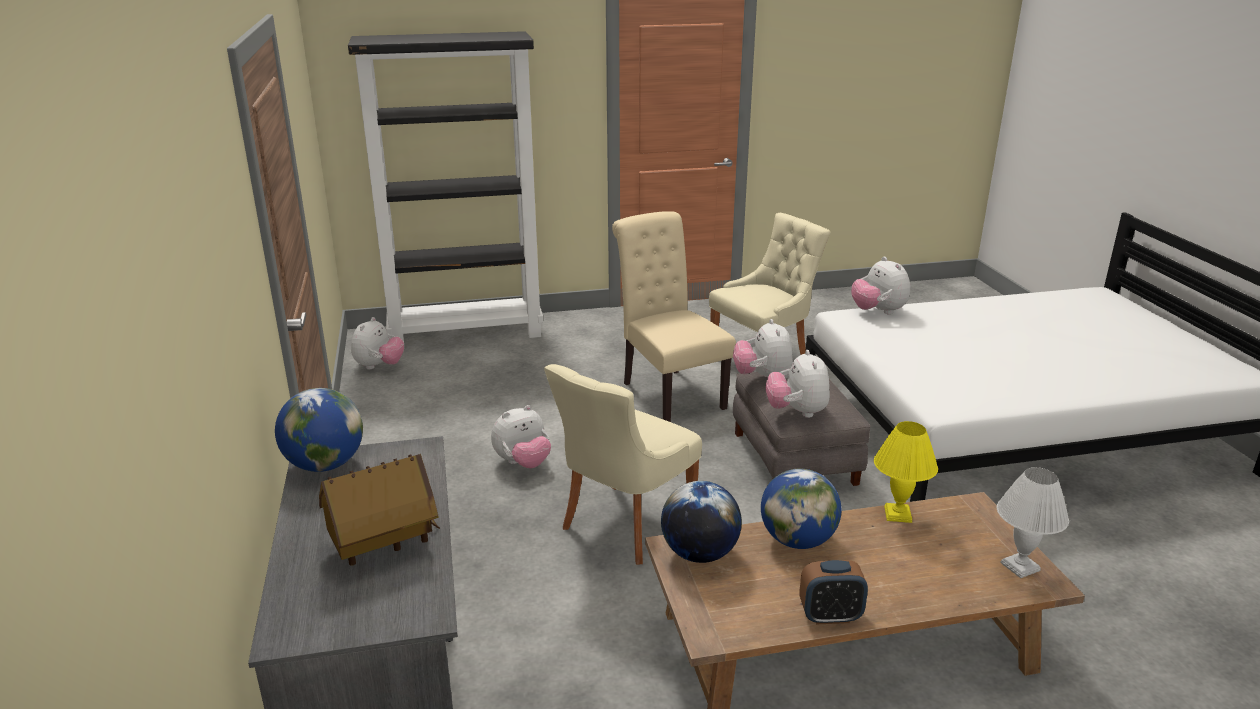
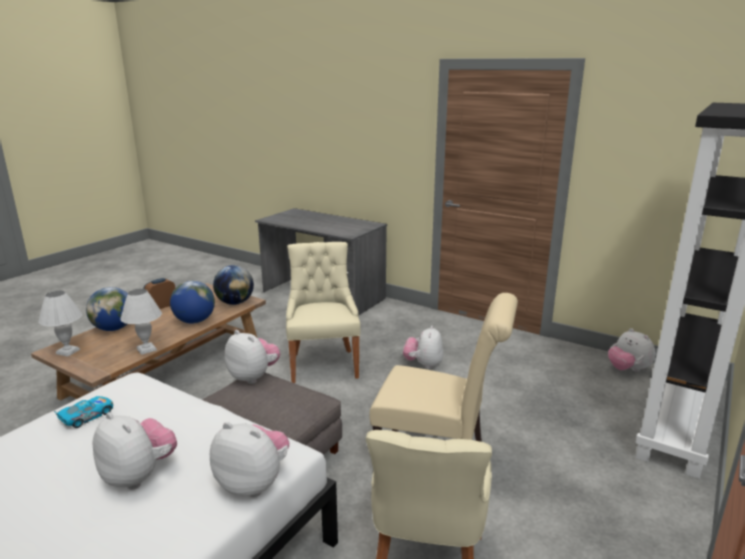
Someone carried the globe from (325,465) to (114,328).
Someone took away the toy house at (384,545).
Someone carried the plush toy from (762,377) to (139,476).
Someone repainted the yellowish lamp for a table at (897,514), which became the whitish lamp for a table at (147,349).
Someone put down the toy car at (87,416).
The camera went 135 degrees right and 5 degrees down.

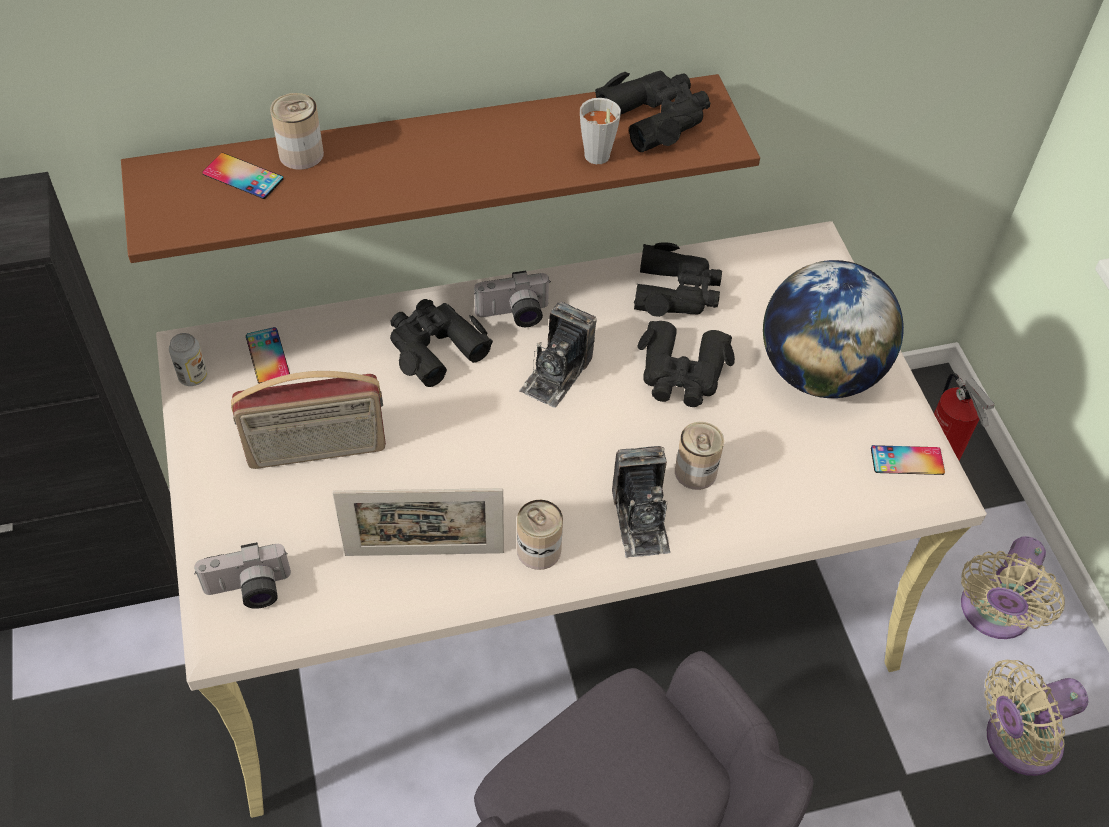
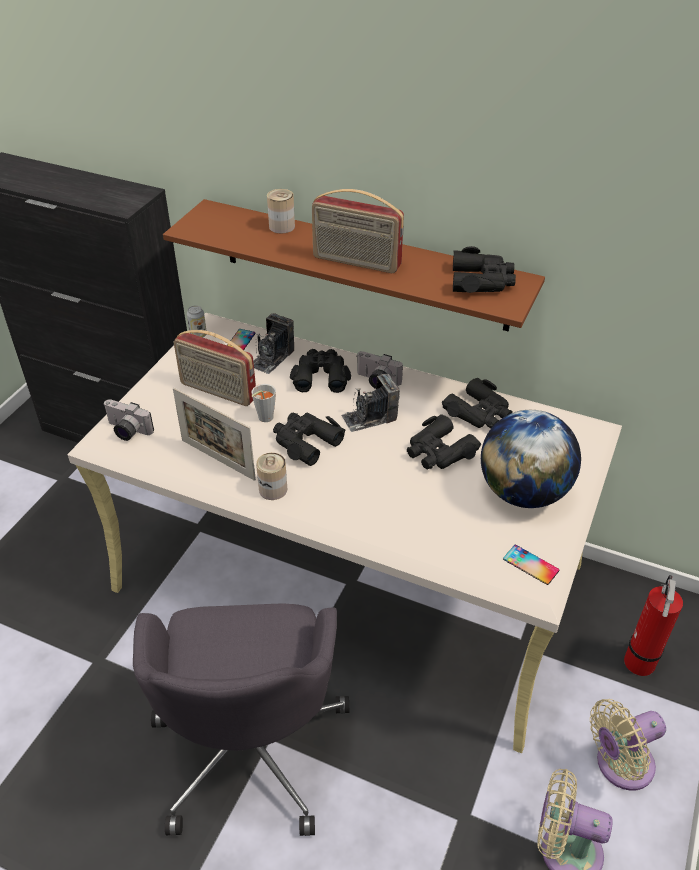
Someone took away the telephone at (243,176).
Someone carried the grey drinking cup from (597,160) to (263,419).
Someone carried the still camera from (640,519) to (272,358).
Someone took away the can at (695,472).
Someone put down the black field glasses at (305,442).
Someone put down the radio receiver at (356,262).
The camera went 40 degrees right and 10 degrees down.

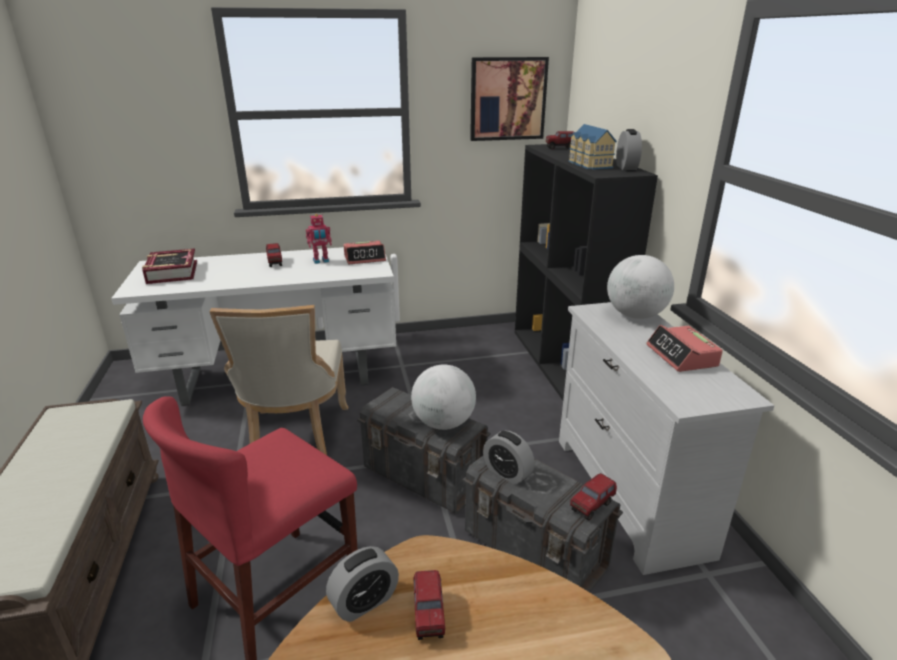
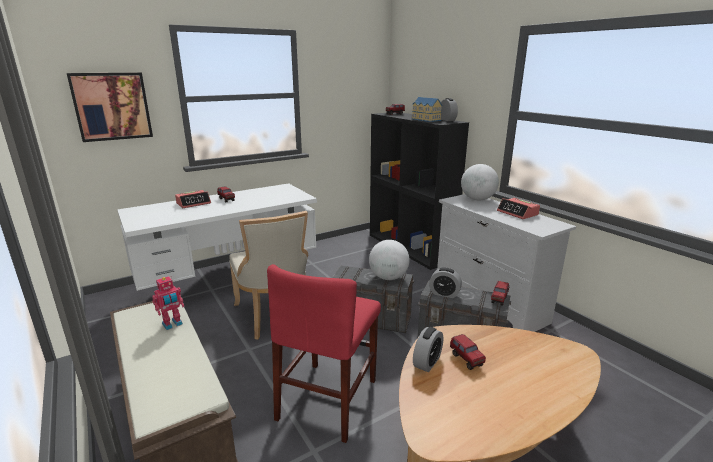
Someone took away the bound book at (172,272).
Someone carried the toy robot from (321,261) to (172,324).
Someone carried the table clock from (365,258) to (193,203).
Someone carried the wall art from (507,99) to (112,106).
The camera went 20 degrees left and 5 degrees down.

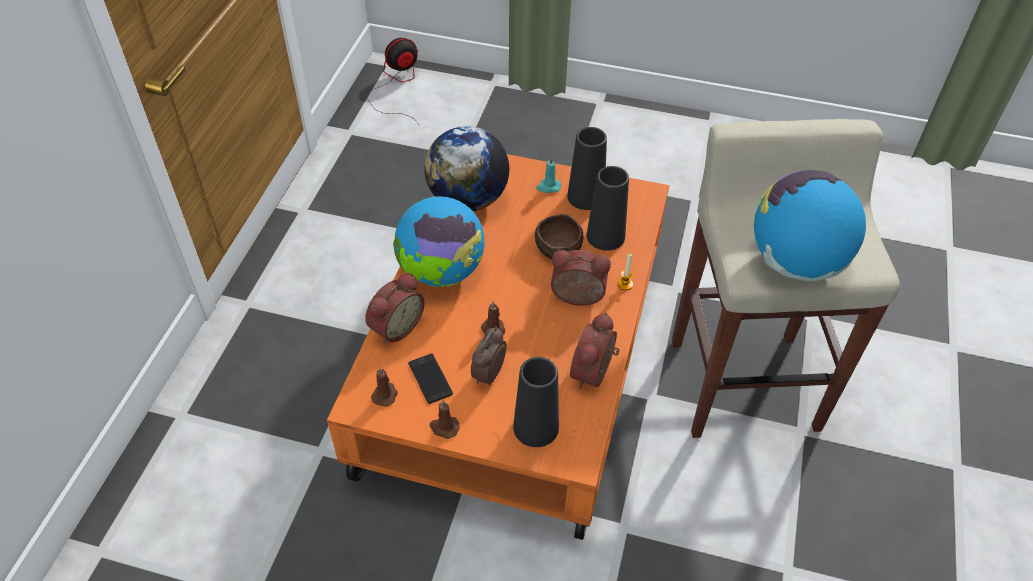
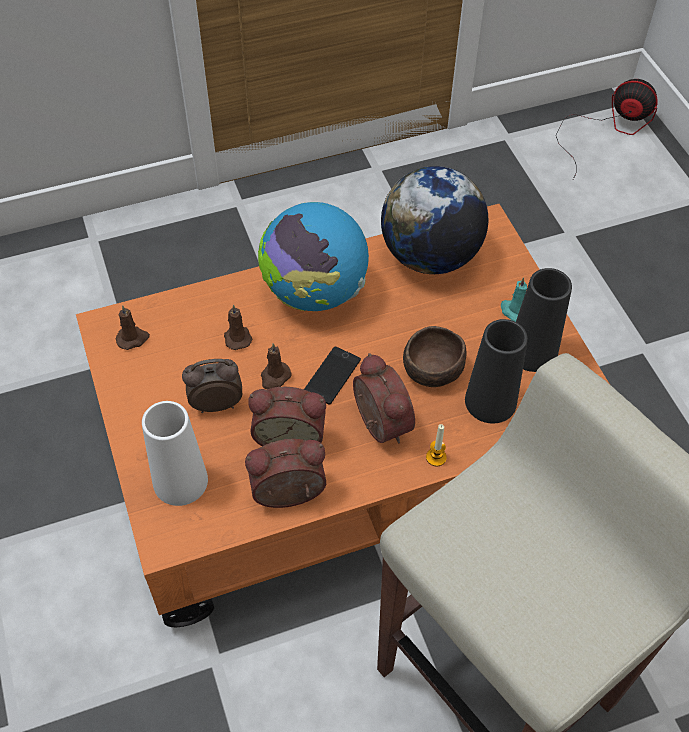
Someone carried the table clock from (395,326) to (290,435).
Someone carried the telephone from (430,379) to (332,376).
Someone carried the brown wax candle from (444,427) to (237,337).
Someone repainted the black vase at (536,427), which became the whitish vase at (180,481).
Someone took away the globe at (795,262).
The camera went 55 degrees right and 5 degrees up.

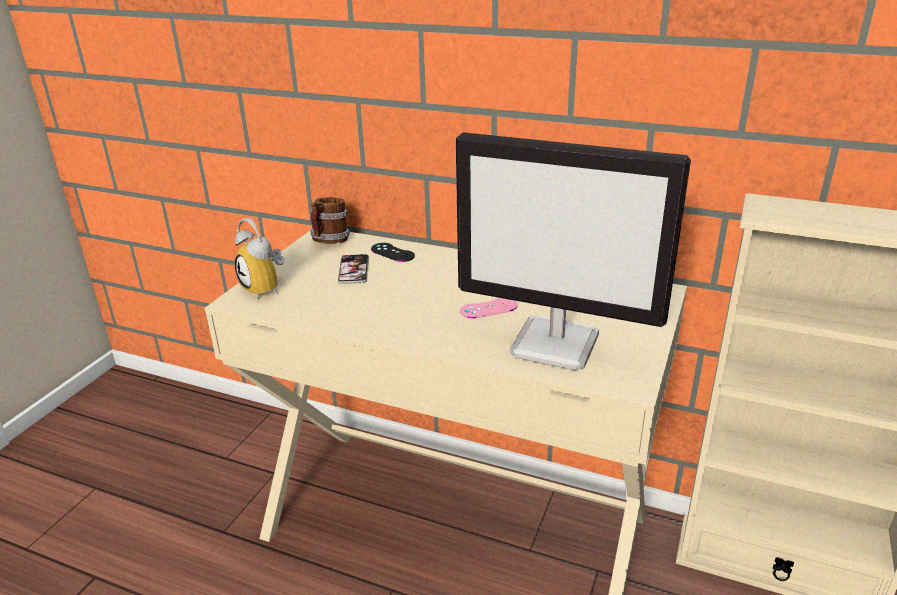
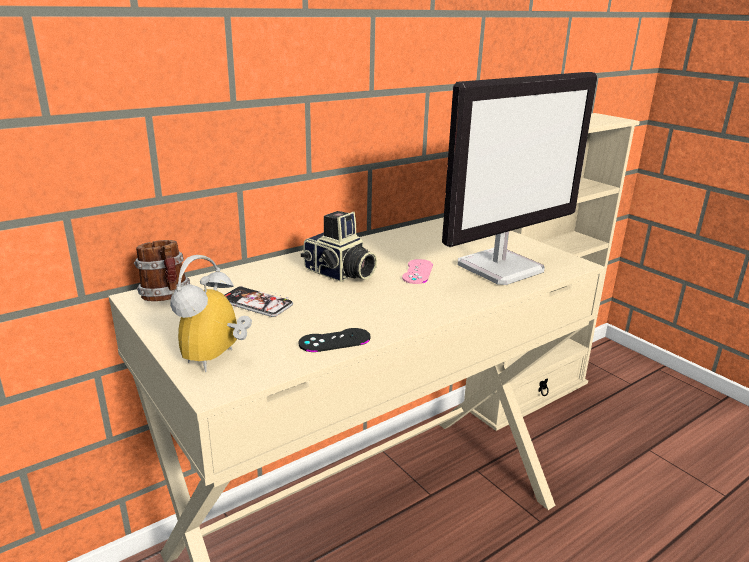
Someone rotated the table clock at (267,288) by 120 degrees clockwise.
Someone carried the black gamepad from (392,252) to (334,340).
Someone put down the still camera at (339,274).
The camera went 60 degrees left and 5 degrees down.

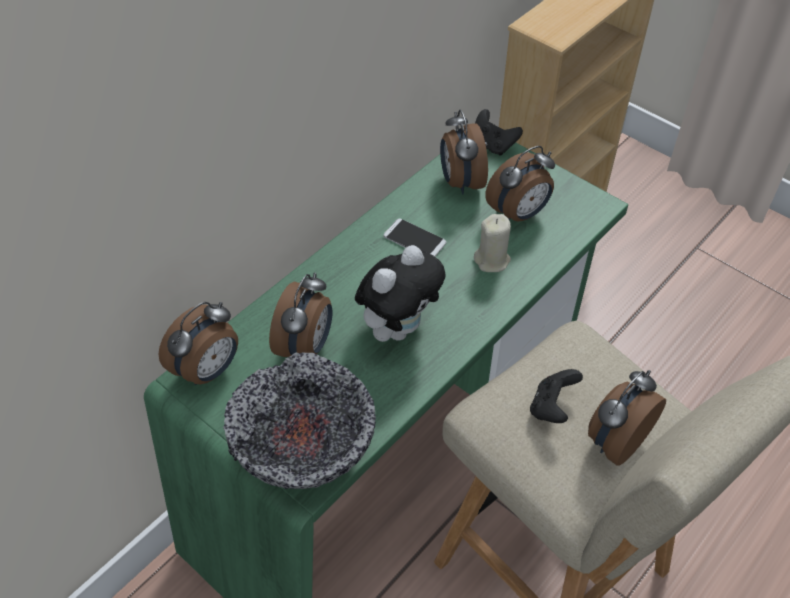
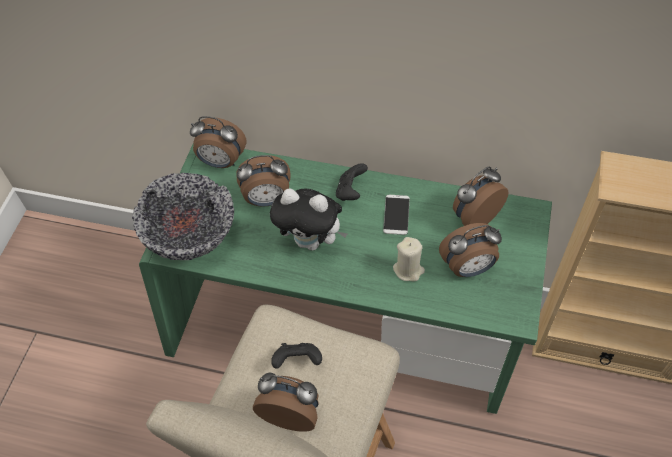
Someone carried the black gamepad from (493,145) to (351,191).
Someone rotated the table clock at (519,214) by 45 degrees counterclockwise.
The camera went 65 degrees right and 5 degrees up.

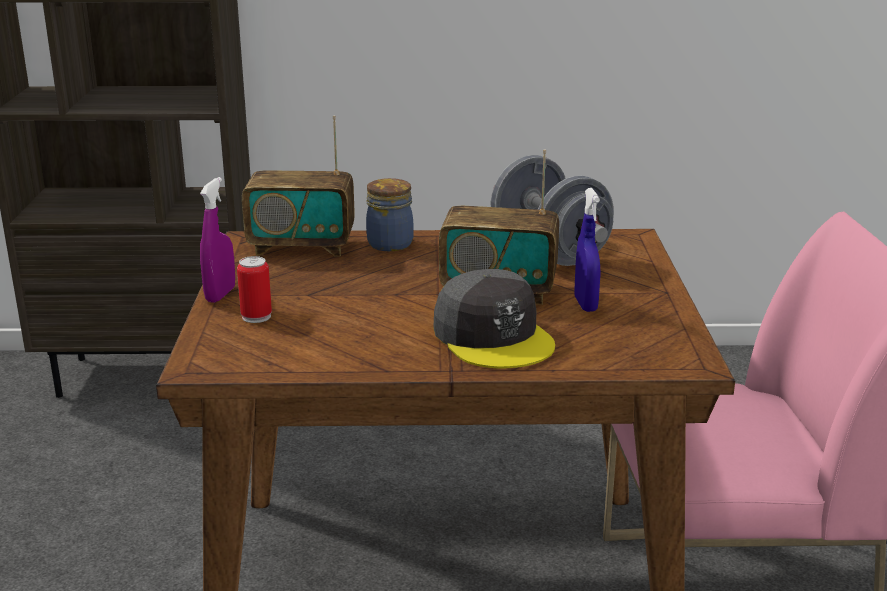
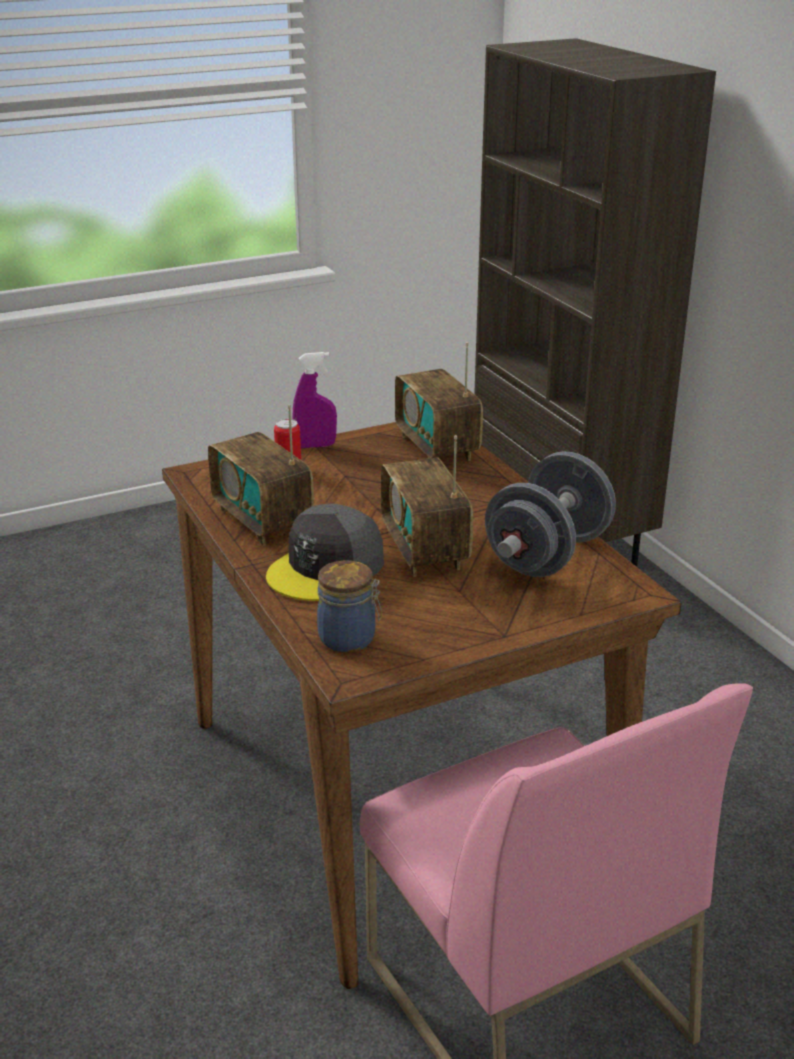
Someone carried the preserve jar from (391,243) to (349,639).
Someone took away the bluish hand sprayer at (585,304).
Someone put down the radio receiver at (263,521).
The camera went 65 degrees right and 5 degrees up.

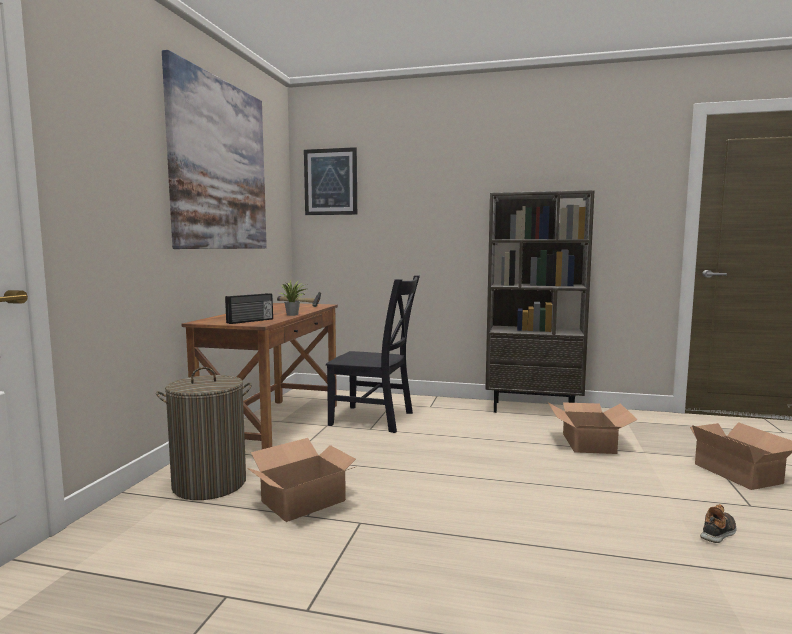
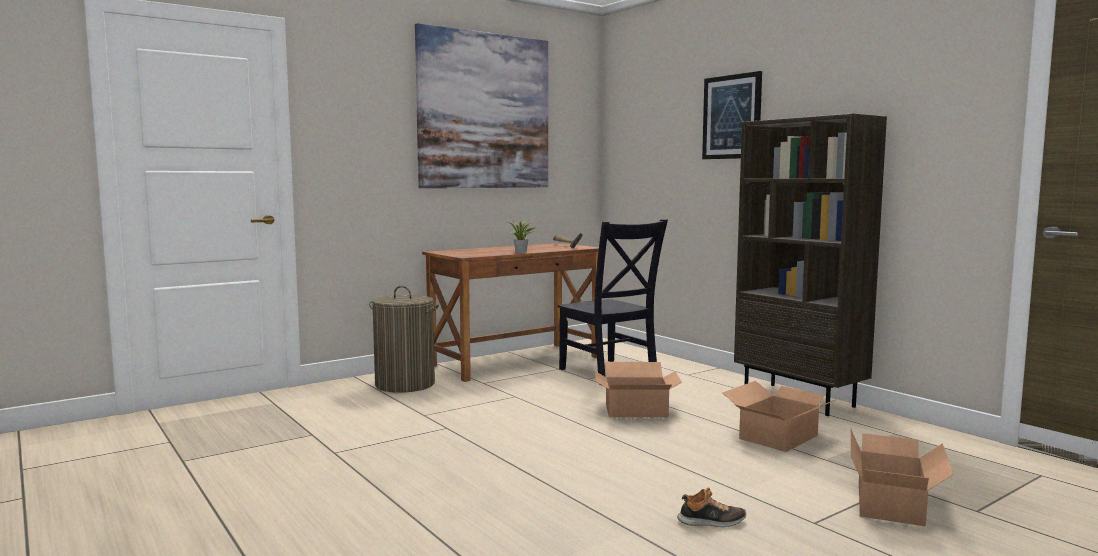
Someone took away the radio receiver at (250,321).
Someone carried the cardboard box from (302,501) to (635,409).
Someone carried the wall art from (331,182) to (732,117).
The camera went 40 degrees right and 0 degrees up.

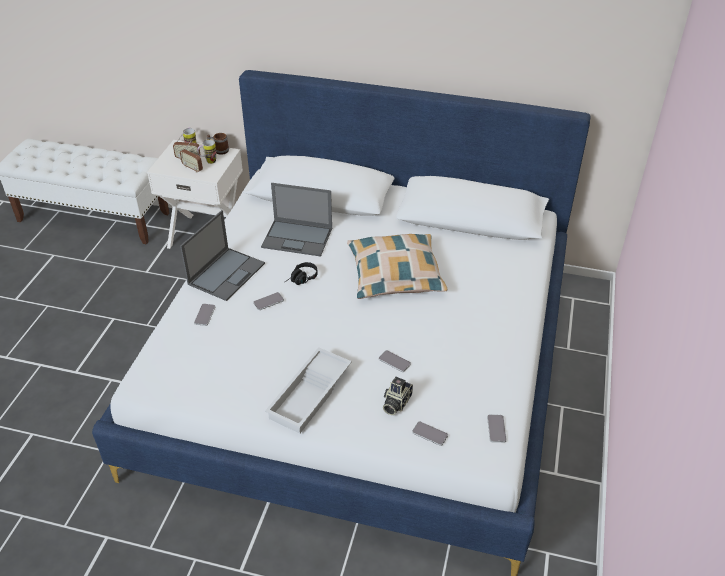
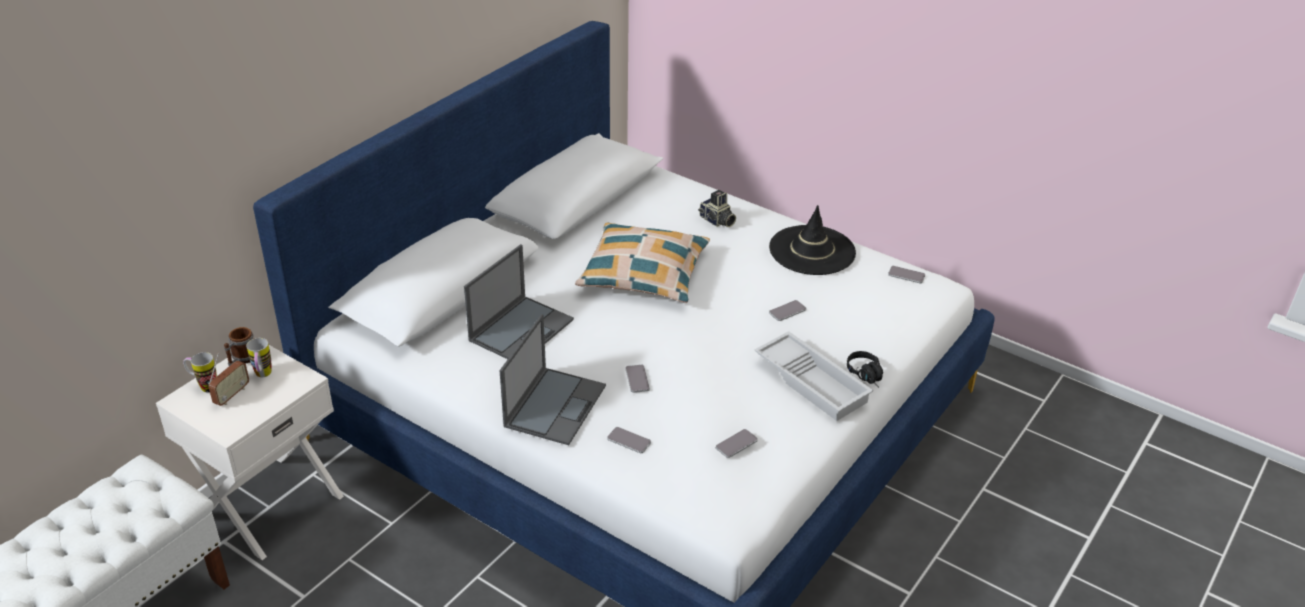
Someone took away the radio receiver at (192,168).
Someone rotated the portable computer at (227,273) by 60 degrees clockwise.
Someone carried the black headset from (301,280) to (867,376).
Someone carried the still camera from (395,403) to (717,221).
Someone carried the telephone from (430,434) to (736,444).
Someone put down the black hat at (812,251).
The camera went 70 degrees left and 5 degrees down.

